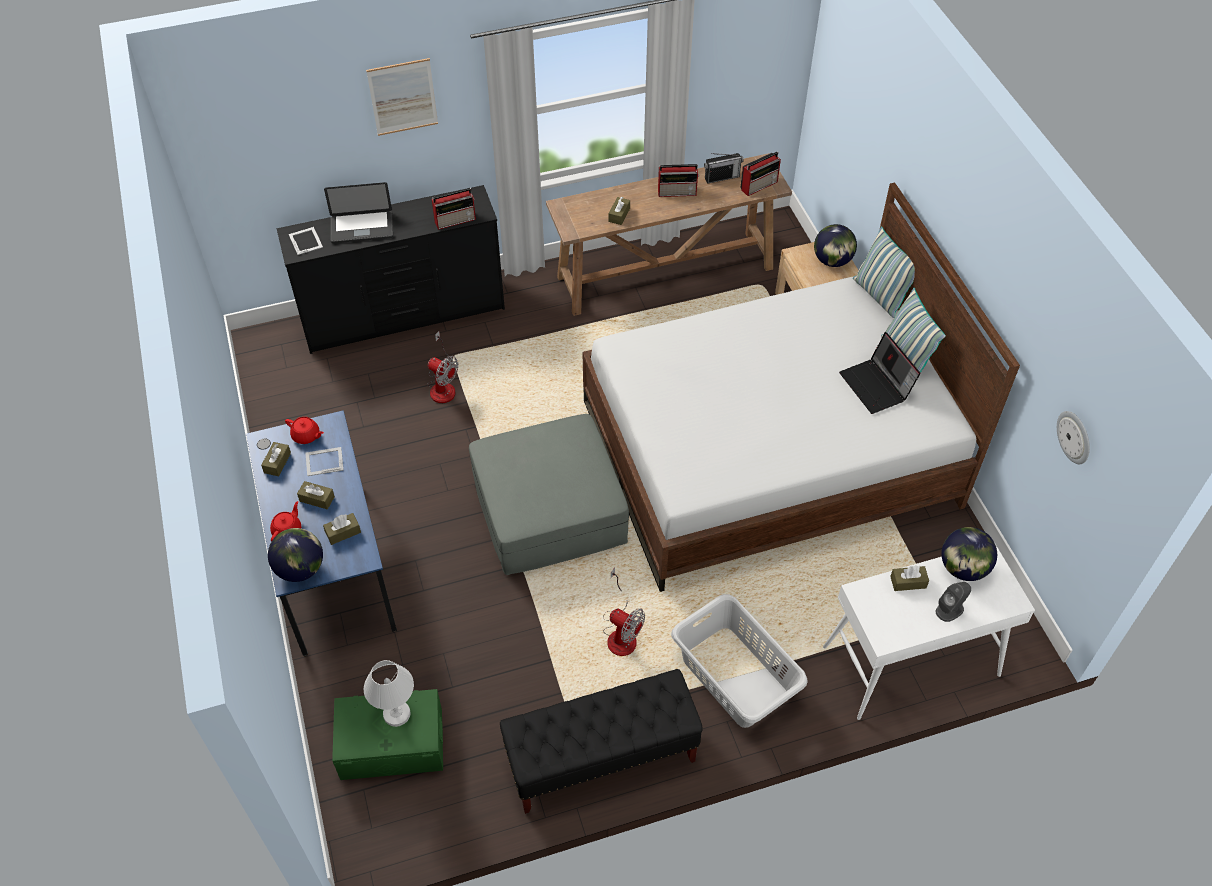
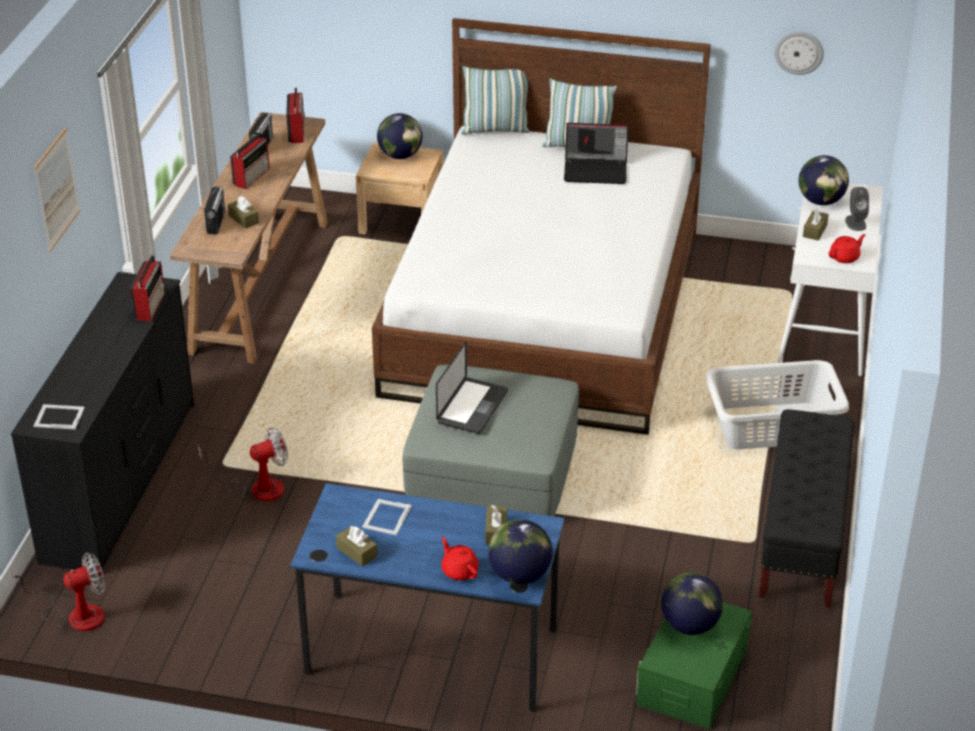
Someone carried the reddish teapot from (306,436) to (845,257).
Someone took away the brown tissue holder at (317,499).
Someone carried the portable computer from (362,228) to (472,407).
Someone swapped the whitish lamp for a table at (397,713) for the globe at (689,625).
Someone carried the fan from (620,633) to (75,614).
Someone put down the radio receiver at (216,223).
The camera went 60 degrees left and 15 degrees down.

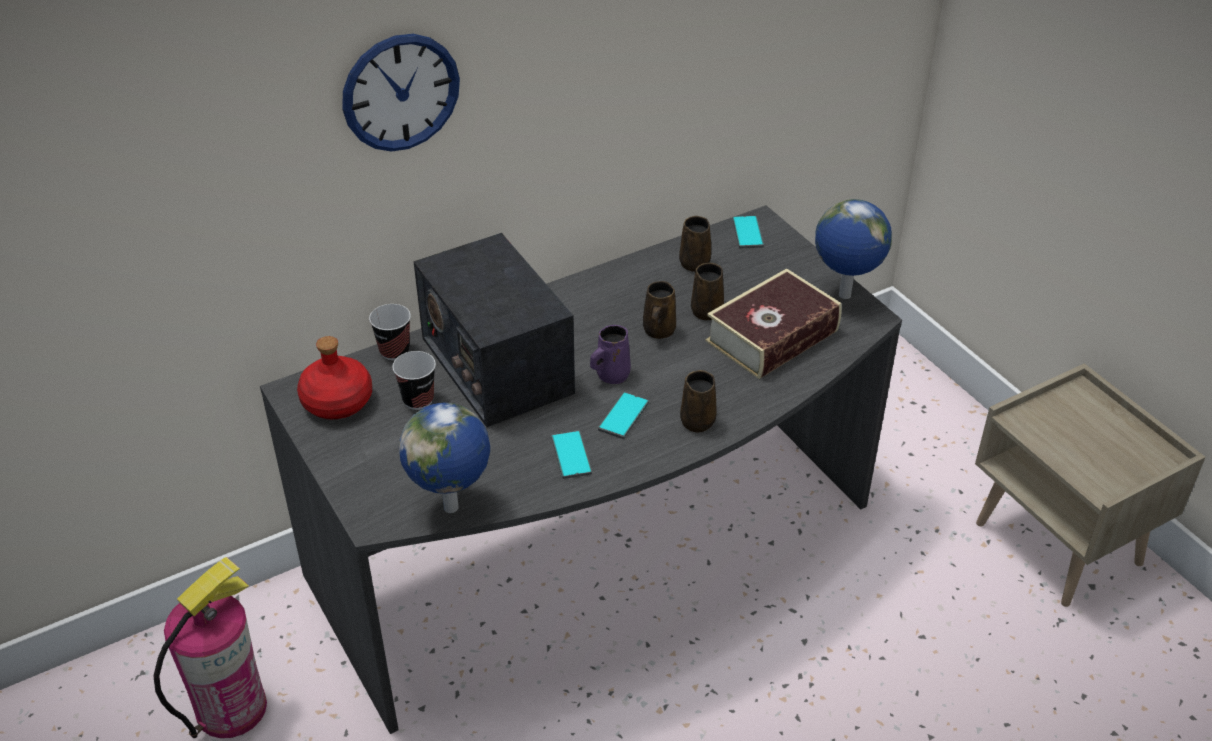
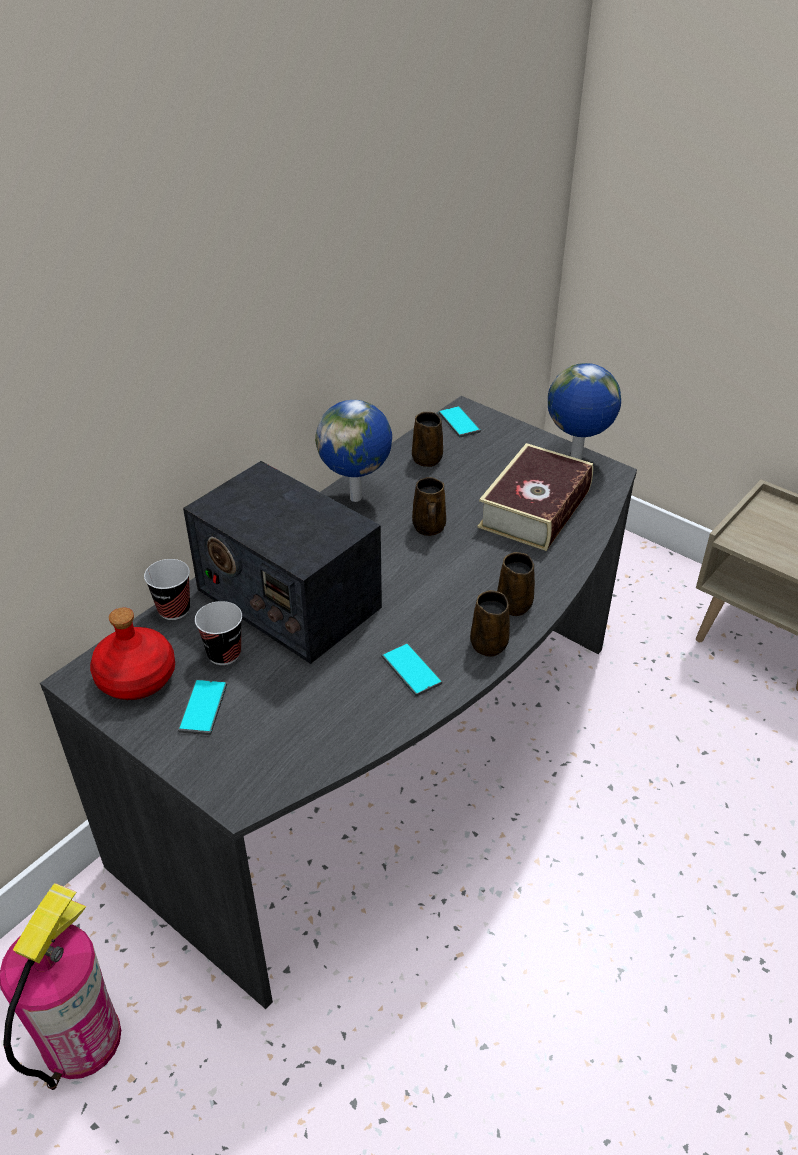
Someone took away the clock on the wall at (401,92).
Someone carried the globe from (453,508) to (357,498).
Someone took away the purple-coloured coffee mug at (611,375).
Someone carried the telephone from (623,416) to (203,707).
Someone carried the brown coffee mug from (707,310) to (489,643).
The camera went 20 degrees left and 0 degrees up.

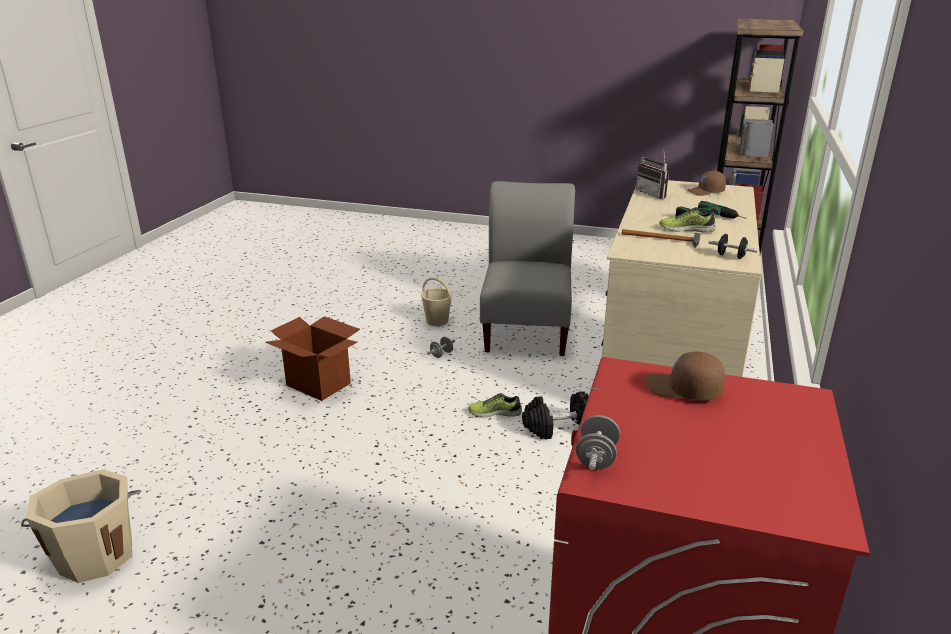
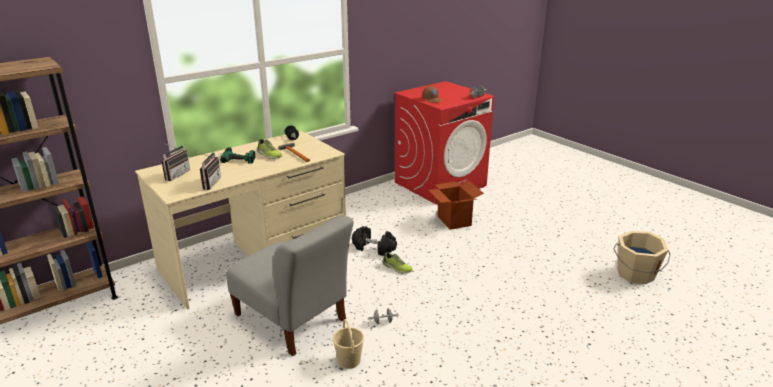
Someone carried the cardboard box from (319,384) to (454,220).
Someone rotated the grey upright chair at (527,327) by 90 degrees counterclockwise.
Someone swapped the brown peaked cap at (706,192) for the radio receiver at (175,175).
The camera went 145 degrees left and 0 degrees up.

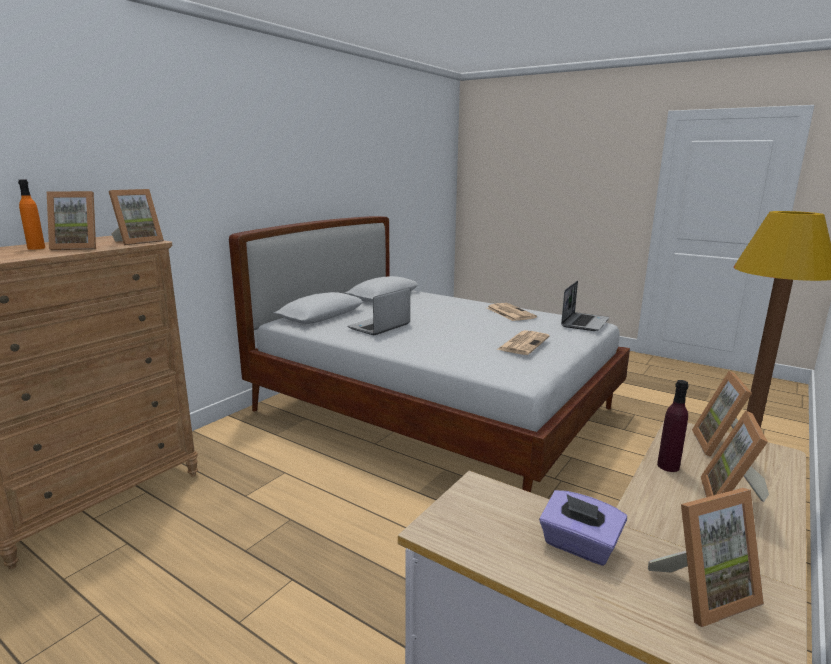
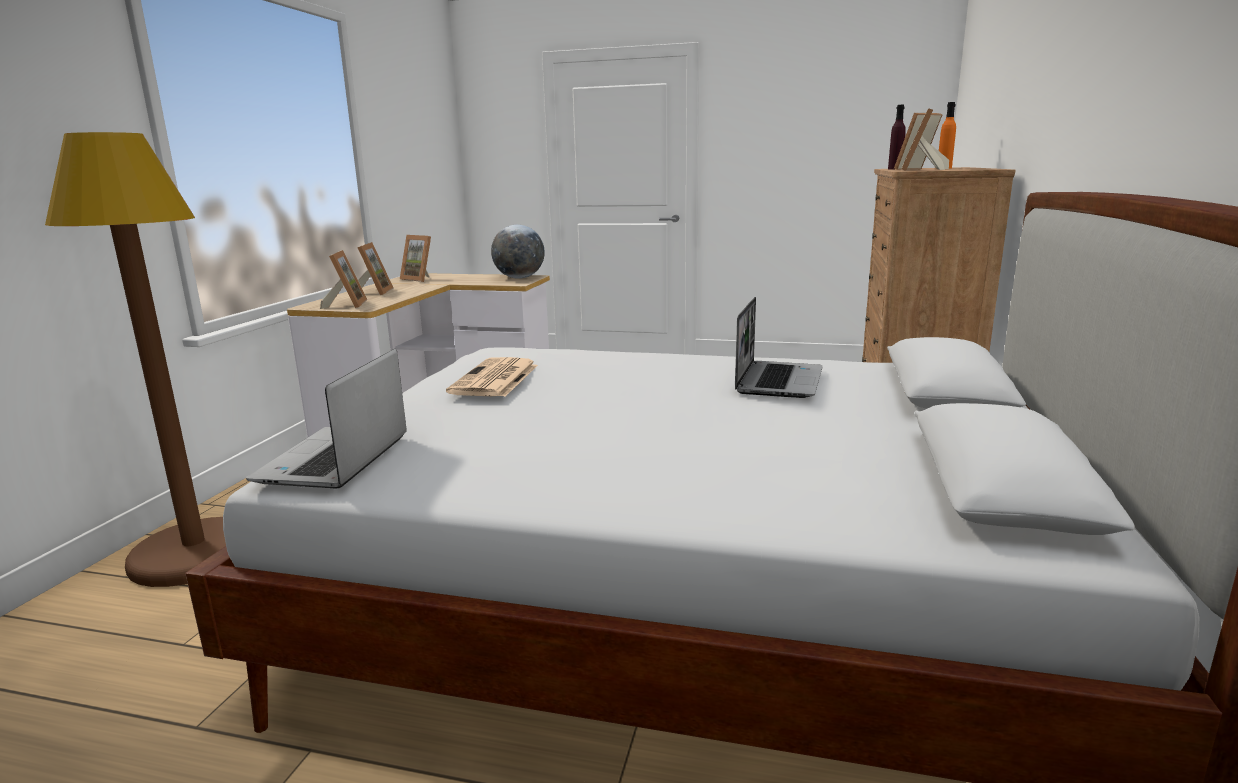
Someone took away the daily paper at (509,312).
Someone took away the purple-coloured tissue holder at (579,546).
Someone rotated the standing frame at (703,592) by 105 degrees counterclockwise.
Someone carried the purple-coloured bottle from (668,466) to (895,169).
Someone put down the globe at (519,278).
The camera went 160 degrees right and 0 degrees up.

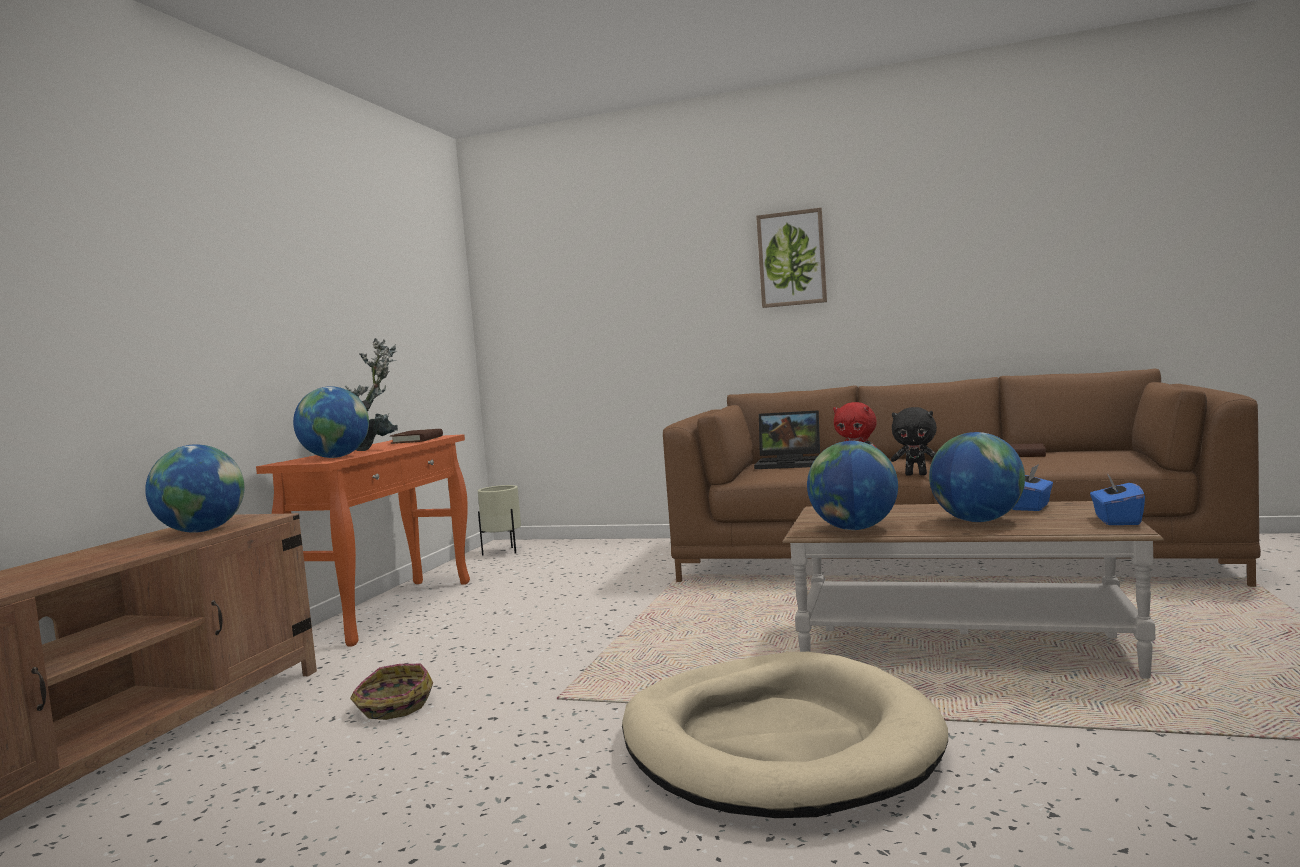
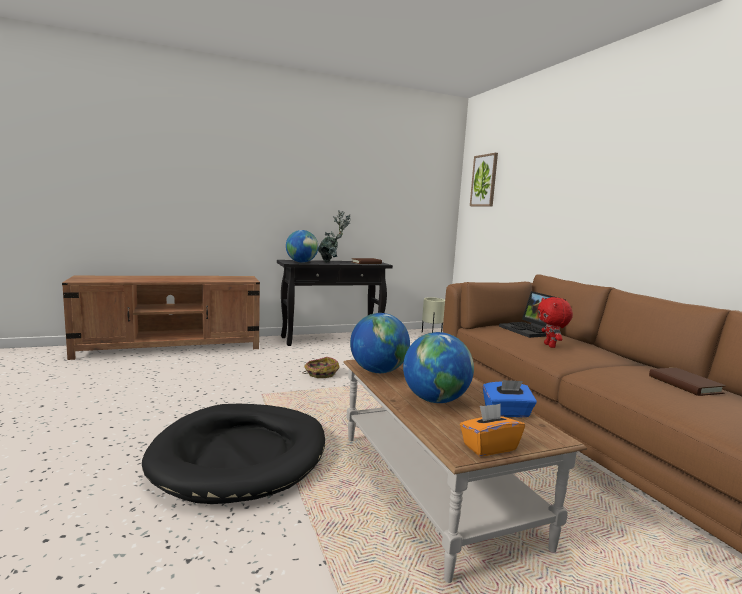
Someone took away the globe at (201,531).
Someone repainted the orange hall table at (389,610), which became the black hall table at (332,339).
Someone carried the household basket from (393,707) to (320,373).
Someone repainted the beige-coloured pet bed at (776,743), which became the black pet bed at (241,455).
Someone carried the wall art from (791,258) to (484,180).
Someone took away the black plush toy at (916,474).
Someone repainted the bluish tissue holder at (1116,520), which became the orange tissue holder at (489,447).
The camera went 50 degrees right and 5 degrees up.

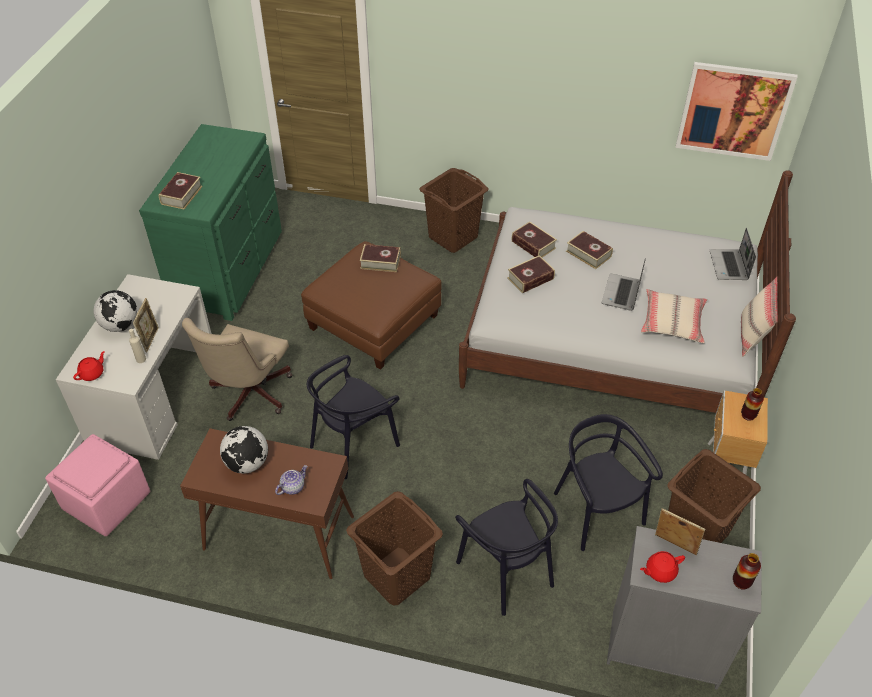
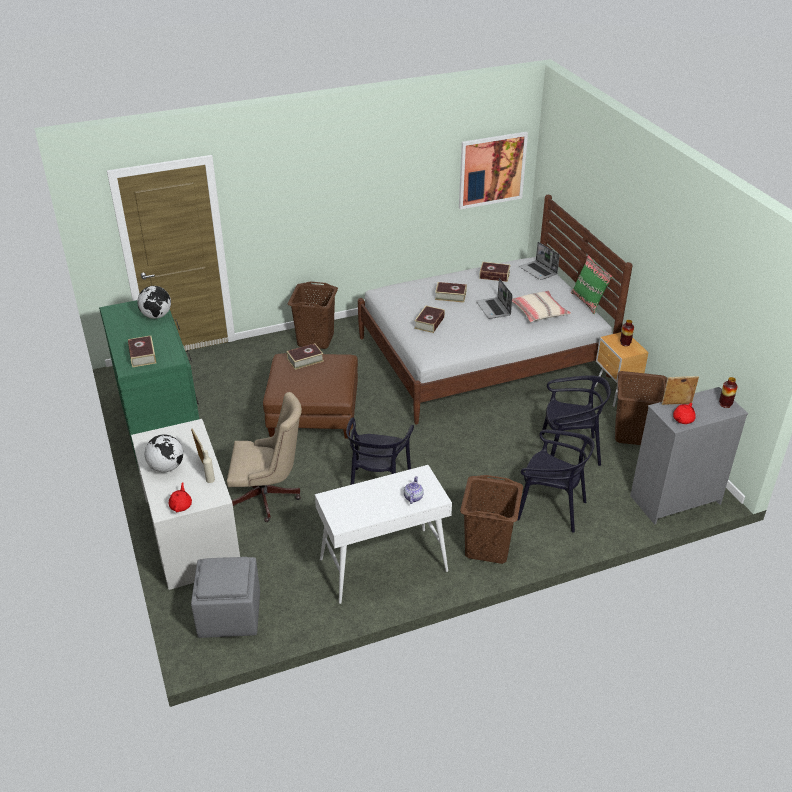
Someone repainted the pink-coloured ottoman at (108,501), which became the grey ottoman at (230,614).
Someone repainted the brown hall table at (278,533), which became the whitish hall table at (383,566).
Someone rotated the beige-coloured office chair at (248,395) by 75 degrees counterclockwise.
Someone carried the globe from (247,463) to (157,316).
Someone carried the bound book from (533,245) to (494,275).
Someone rotated the black upright chair at (596,511) by 150 degrees clockwise.
Someone repainted the beige-coloured cushion at (753,336), which became the greenish cushion at (588,302).
The camera went 35 degrees left and 10 degrees down.

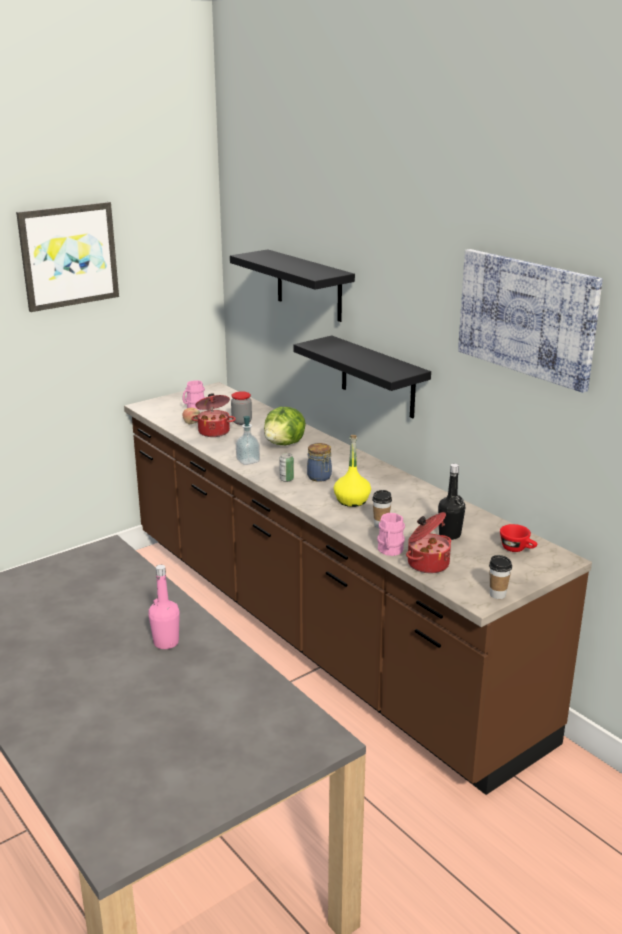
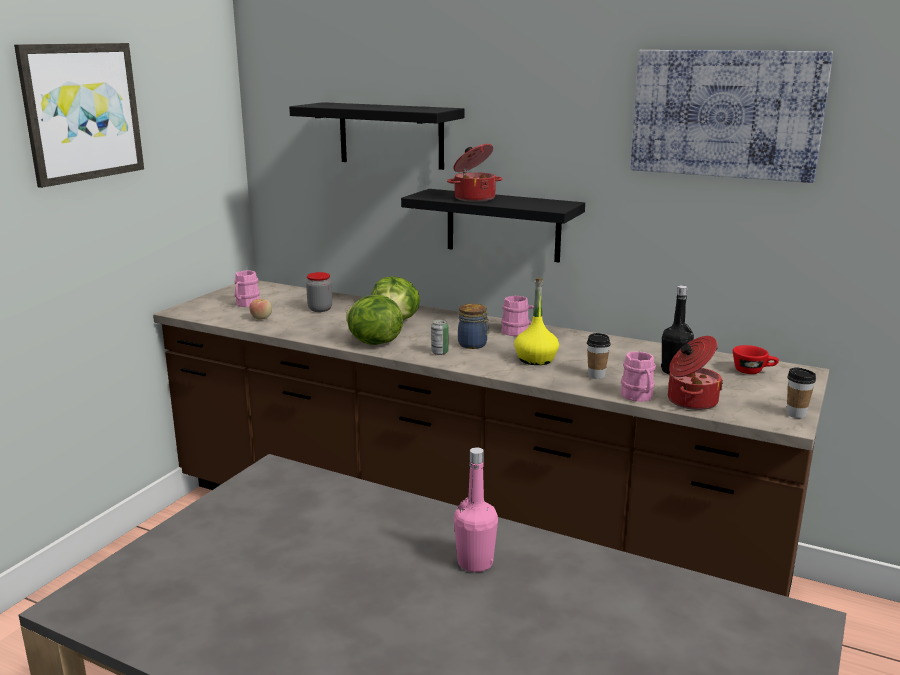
Someone carried the stockpot from (214,431) to (474,198).
Someone swapped the soap bottle at (248,461) for the lettuce at (373,343).
Someone put down the pink-coloured coffee mug at (519,332).
The camera went 25 degrees left and 5 degrees down.

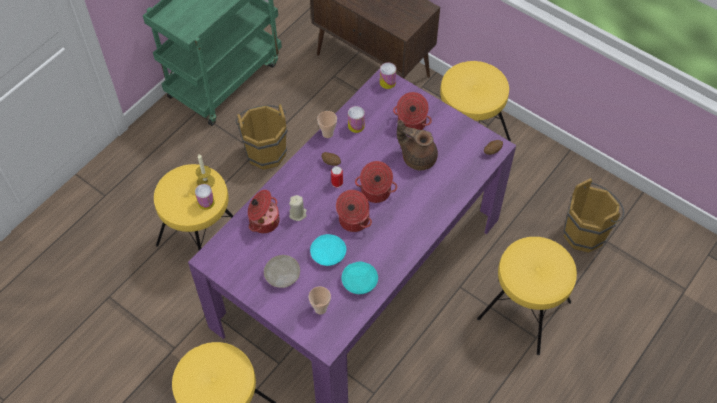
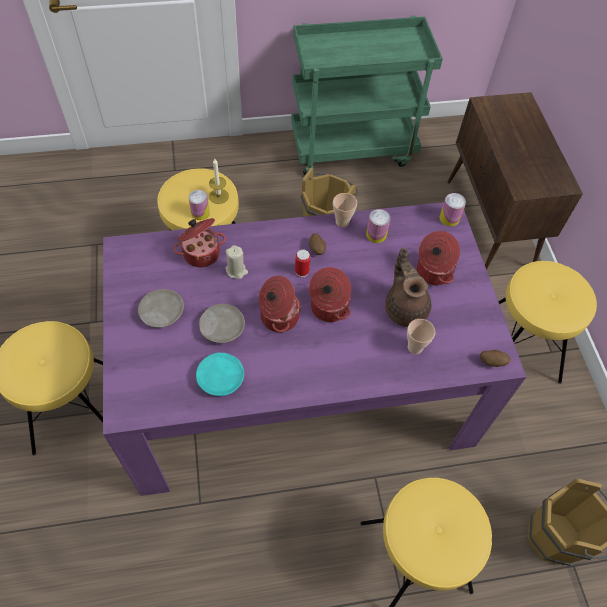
Someone carried the drinking cup from (320,308) to (415,347).
Someone repainted the blue-green flat dish at (328,253), which became the beige-coloured flat dish at (222,327).
The camera went 40 degrees right and 0 degrees up.

